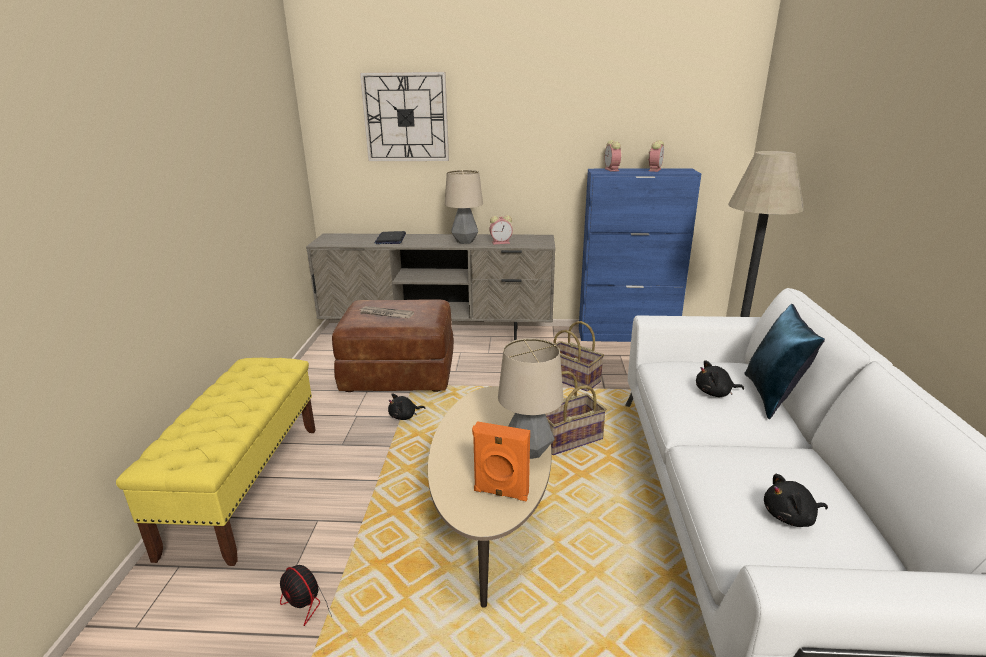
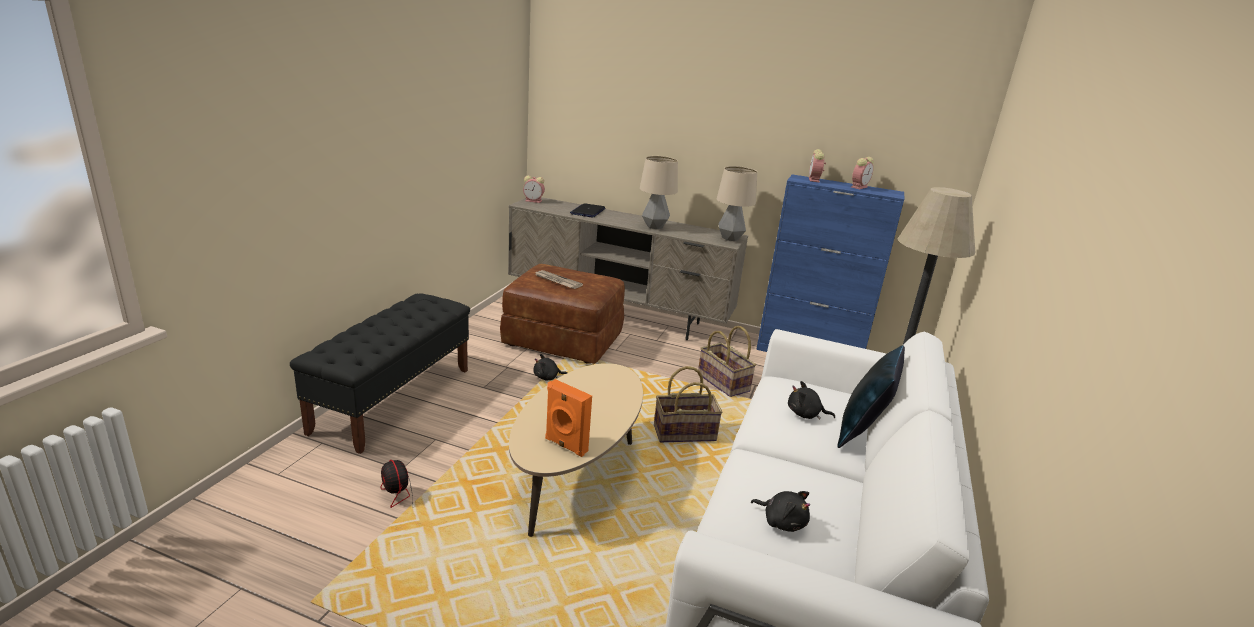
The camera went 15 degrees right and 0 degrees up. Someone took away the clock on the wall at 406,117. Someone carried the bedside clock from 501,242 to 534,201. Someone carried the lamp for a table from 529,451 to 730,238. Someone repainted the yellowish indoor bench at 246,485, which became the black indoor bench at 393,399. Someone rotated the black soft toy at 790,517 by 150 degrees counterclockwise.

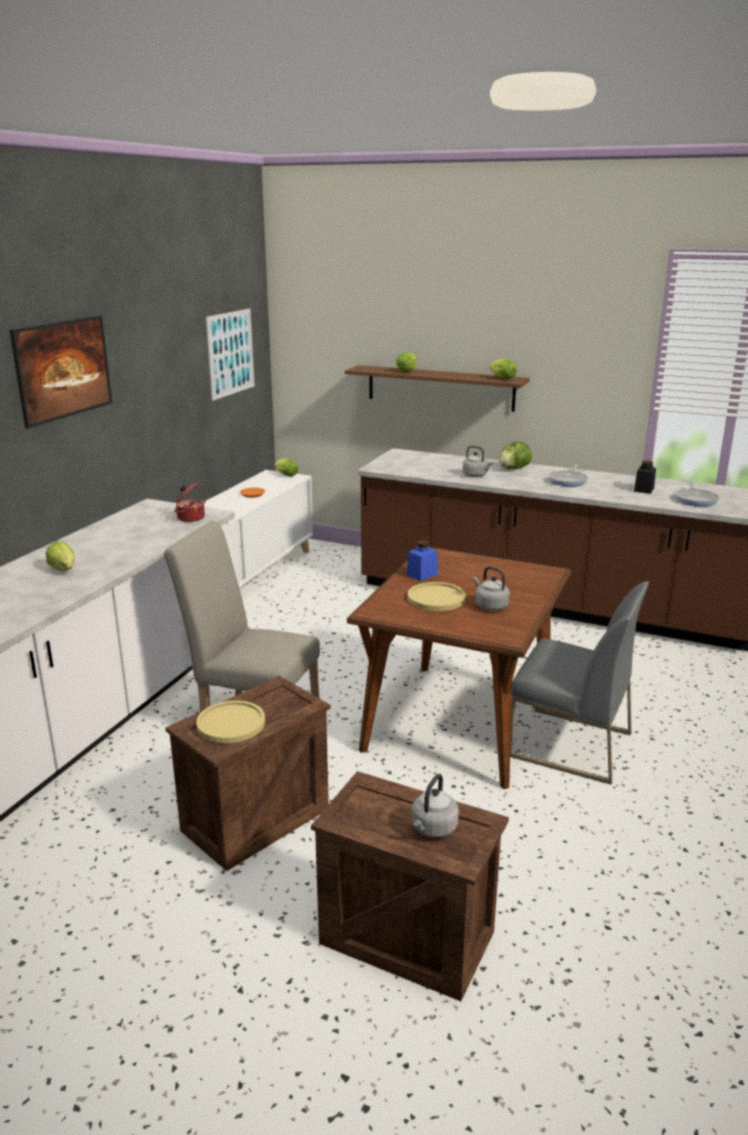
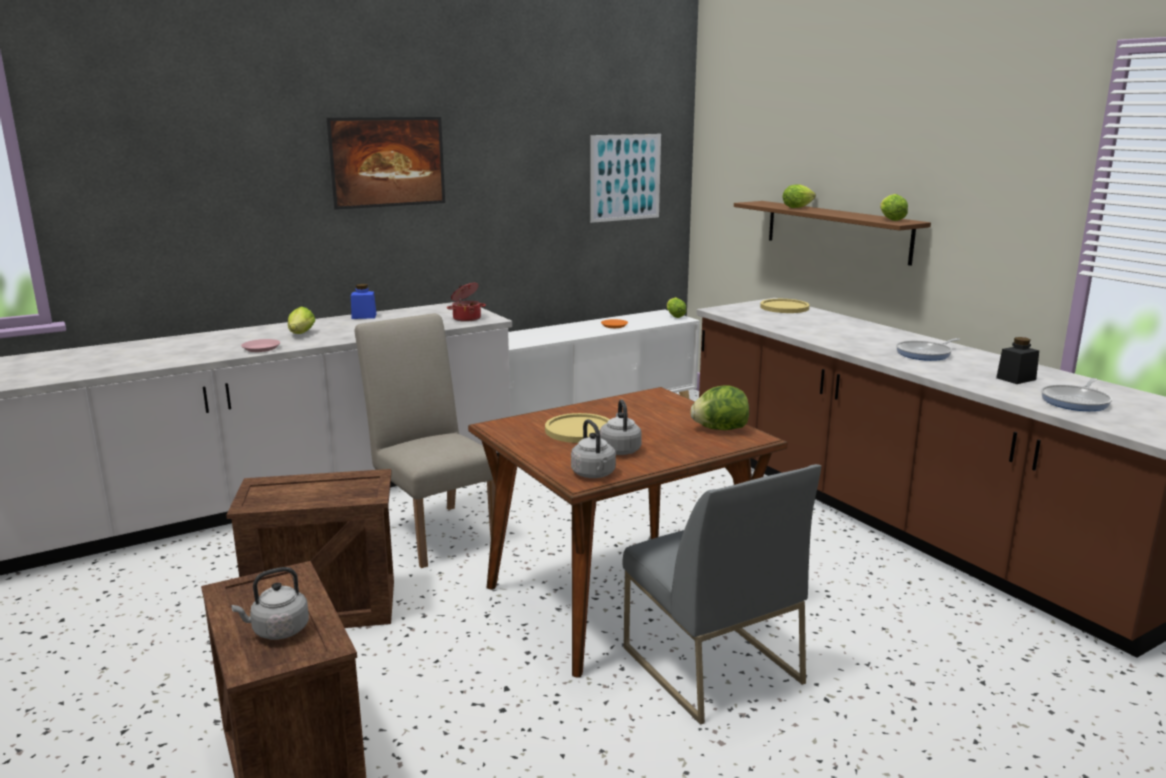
The camera went 35 degrees right and 5 degrees down. Someone put down the pink dinner plate at 261,348. Someone carried the yellowish dinner plate from 231,723 to 784,307. Someone carried the blue jar from 422,574 to 364,316. Someone carried the greyish tea kettle from 476,475 to 594,474. Someone carried the lettuce head from 513,469 to 720,429.

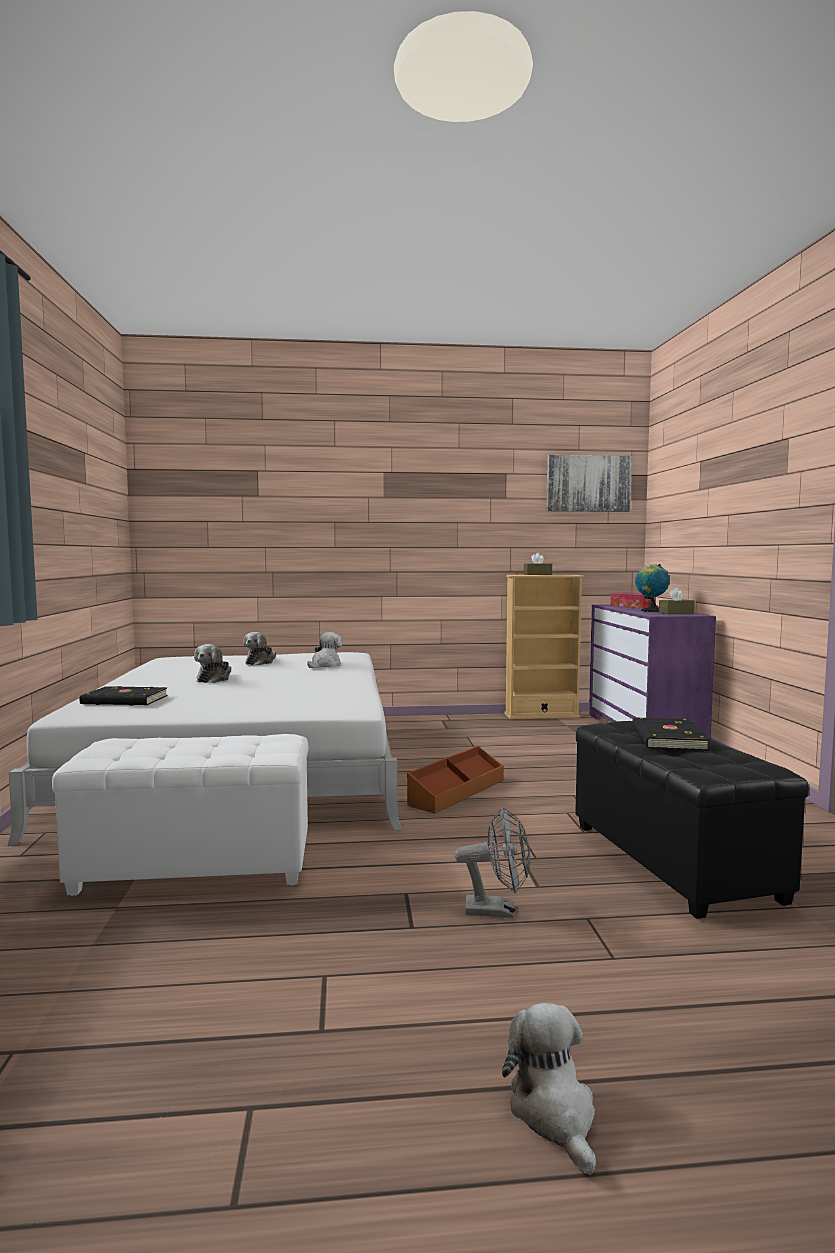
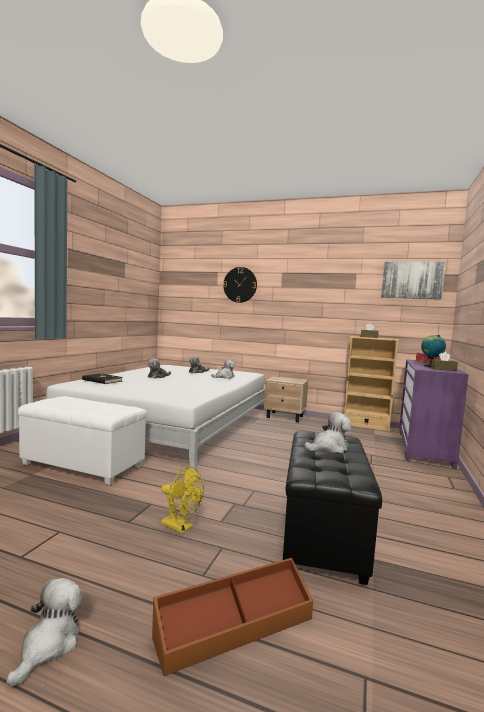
The camera went 25 degrees right and 0 degrees up. Someone put up the clock on the wall at 240,285. Someone put down the beige nightstand at 285,417. Someone carried the brown-coloured storage bin from 456,791 to 234,626. Someone swapped the black volume at 666,738 for the soft toy at 329,447. Someone repainted the greyish cooling fan at 498,910, which became the yellowish cooling fan at 181,527.

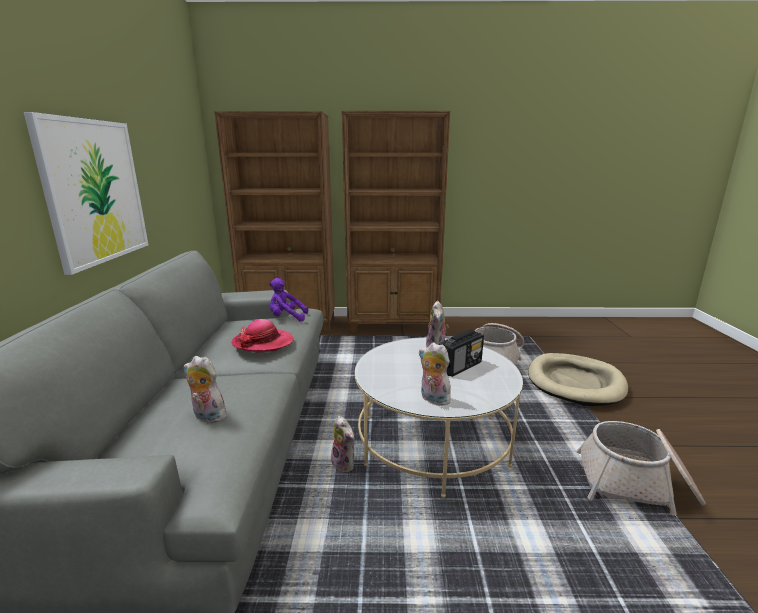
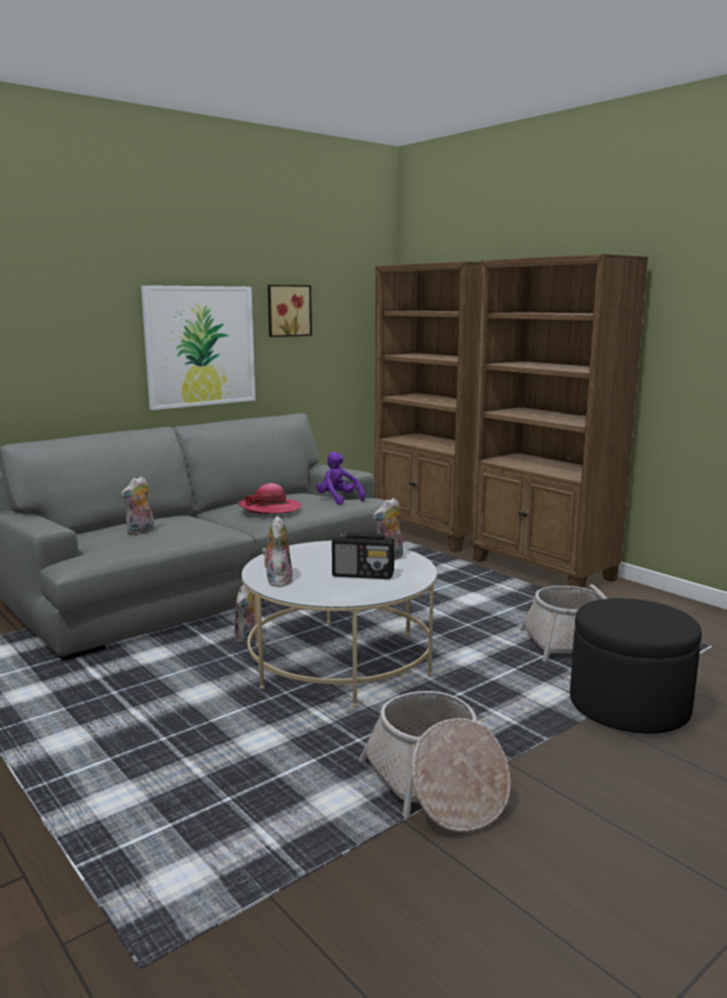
The camera went 50 degrees right and 5 degrees down. Someone put up the picture at 288,310. Someone swapped the beige dog cushion at 575,382 for the black ottoman at 629,706. Someone rotated the soft toy at 207,417 by 120 degrees counterclockwise.

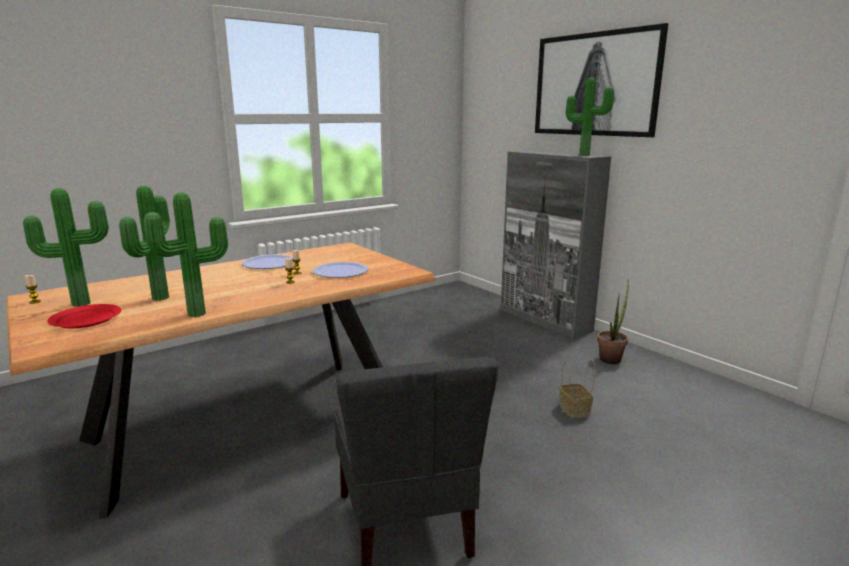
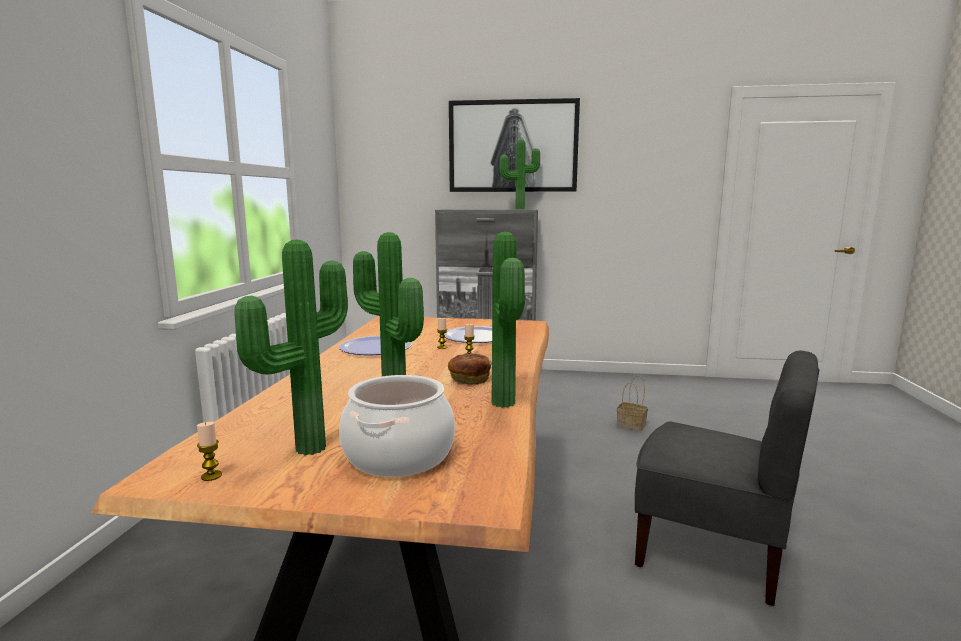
The camera went 45 degrees left and 5 degrees down. Someone took away the potted plant at 611,358. Someone put down the bakery bread at 469,379. Someone swapped the red-coloured dinner plate at 85,319 for the cooking pot at 399,456.

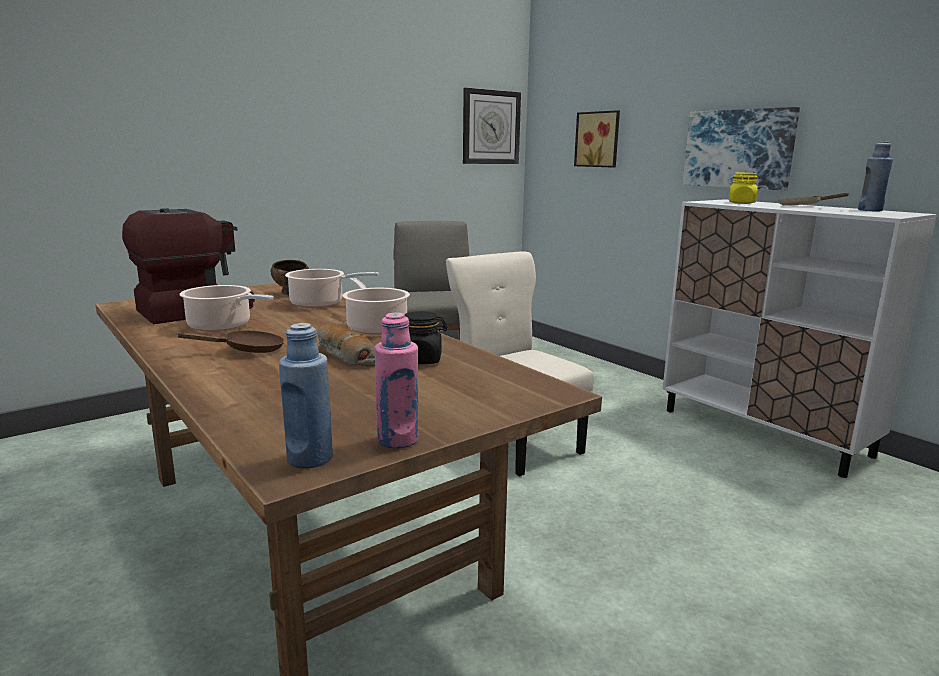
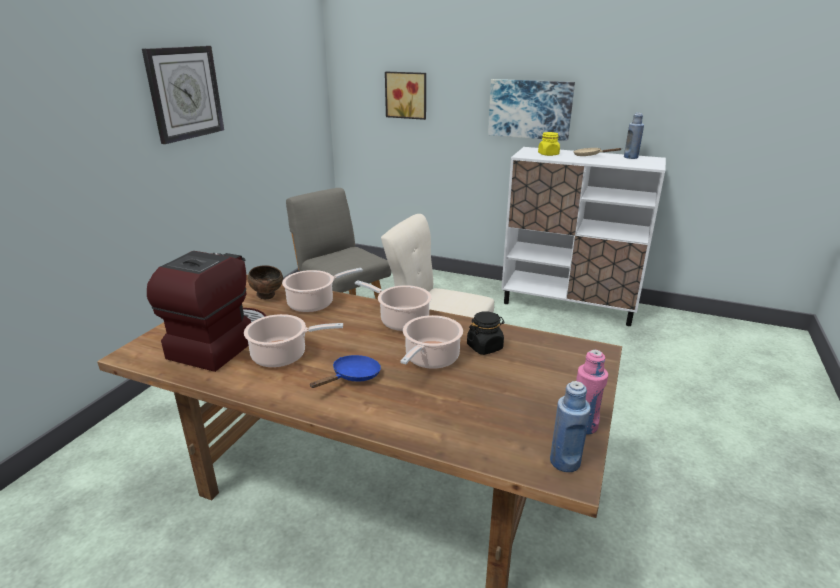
The camera went 30 degrees left and 10 degrees up. Someone carried the clock on the wall from 491,127 to 184,93. Someone swapped the bakery bread at 344,355 for the cooking pot at 430,359. Someone repainted the brown-coloured frying pan at 247,350, which became the blue frying pan at 353,377.

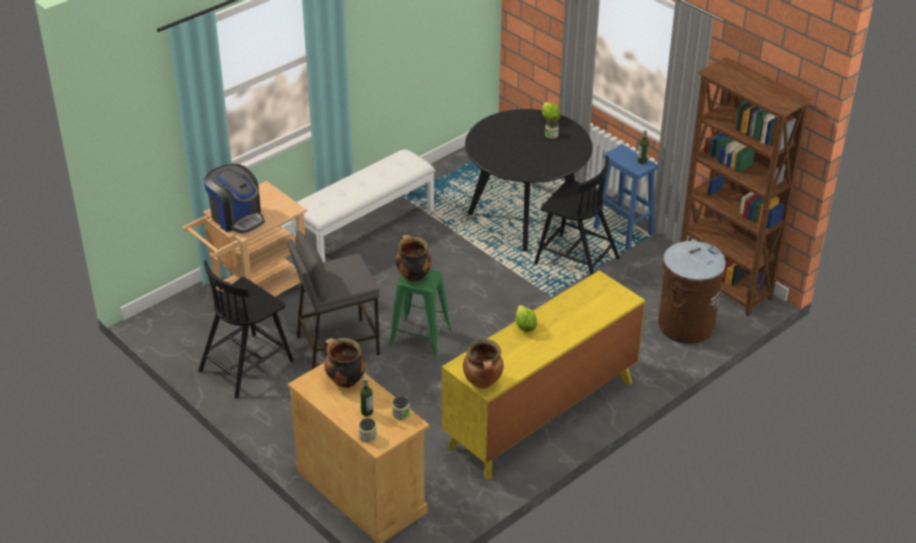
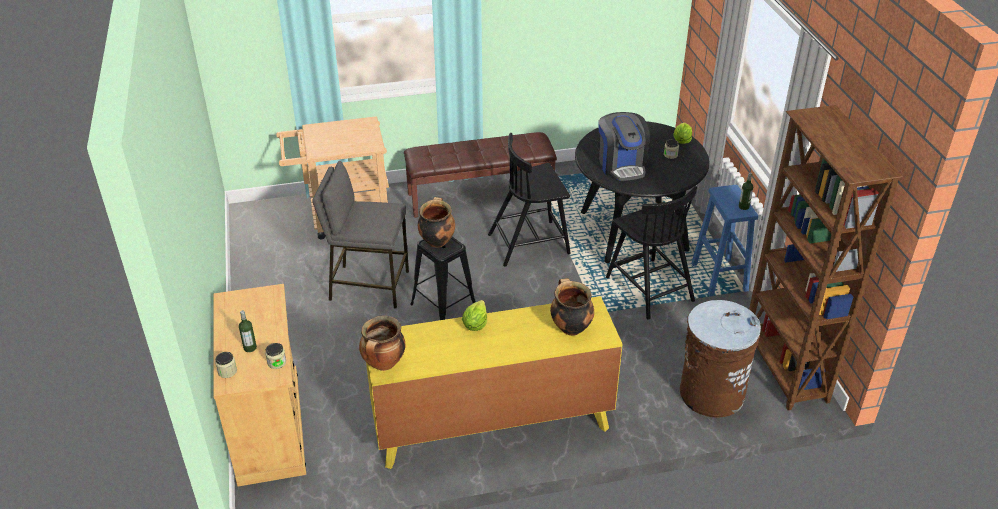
The camera went 30 degrees right and 0 degrees up. Someone carried the black plain chair from 247,364 to 530,243. Someone carried the coffee maker from 236,217 to 621,165. Someone carried the cooking pot from 344,381 to 570,327. Someone repainted the whitish indoor bench at 365,229, which became the brown-coloured indoor bench at 480,195. Someone repainted the green-coloured sitting stool at 420,338, which became the black sitting stool at 443,307.

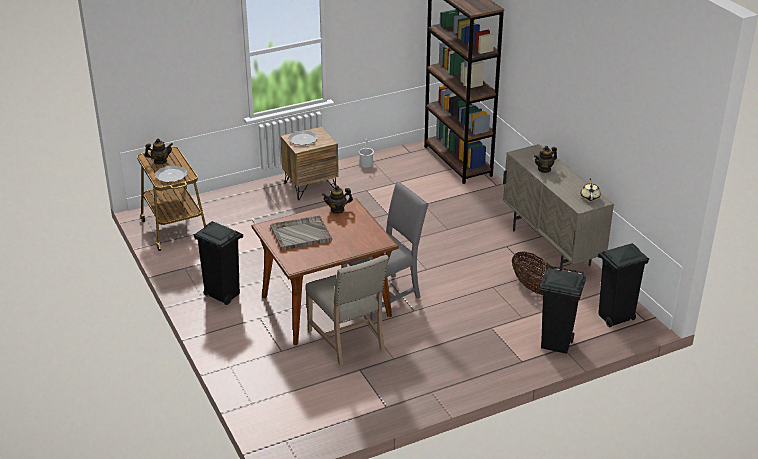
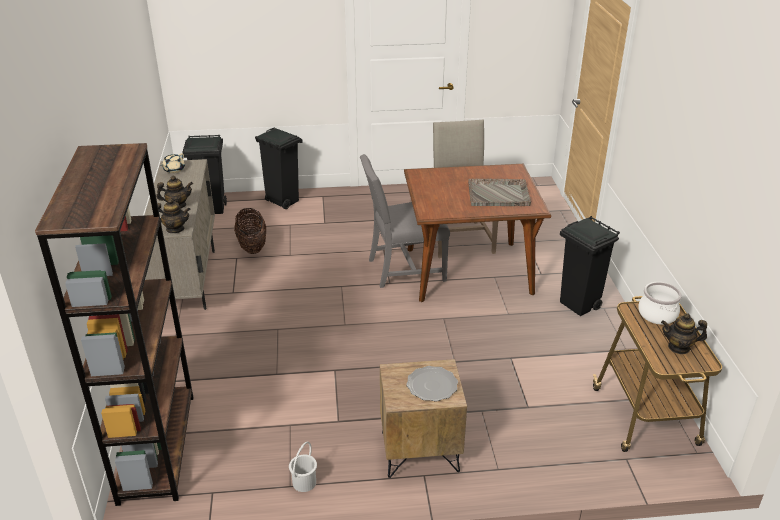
The camera went 160 degrees left and 0 degrees up. Someone carried the pot for tea from 337,209 to 175,229. Someone swapped the dinner plate at 171,175 for the cooking pot at 657,314.

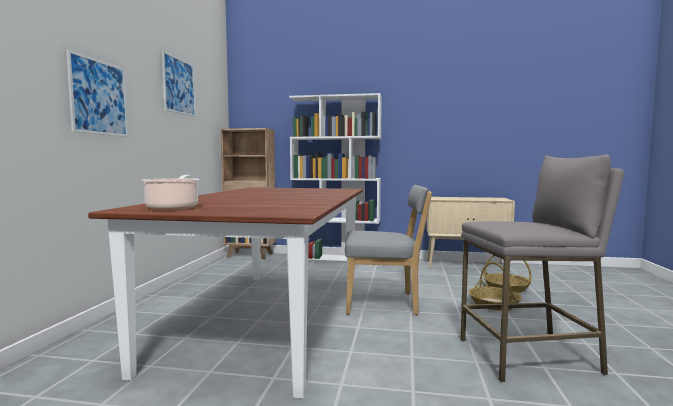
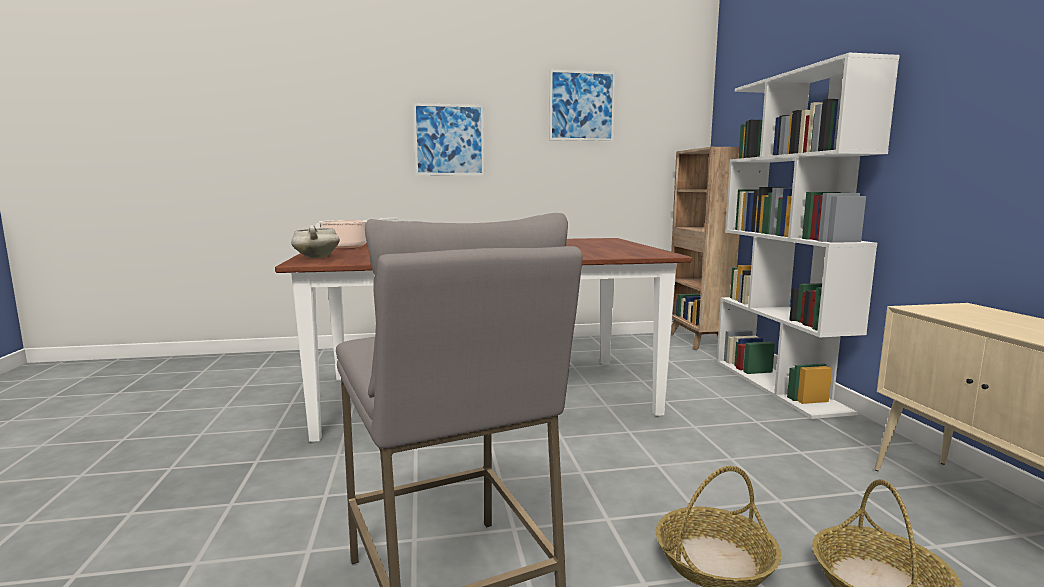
The camera went 70 degrees right and 5 degrees up. Someone took away the greyish plain chair at 384,303. Someone put down the whitish cooking pot at 316,257.

